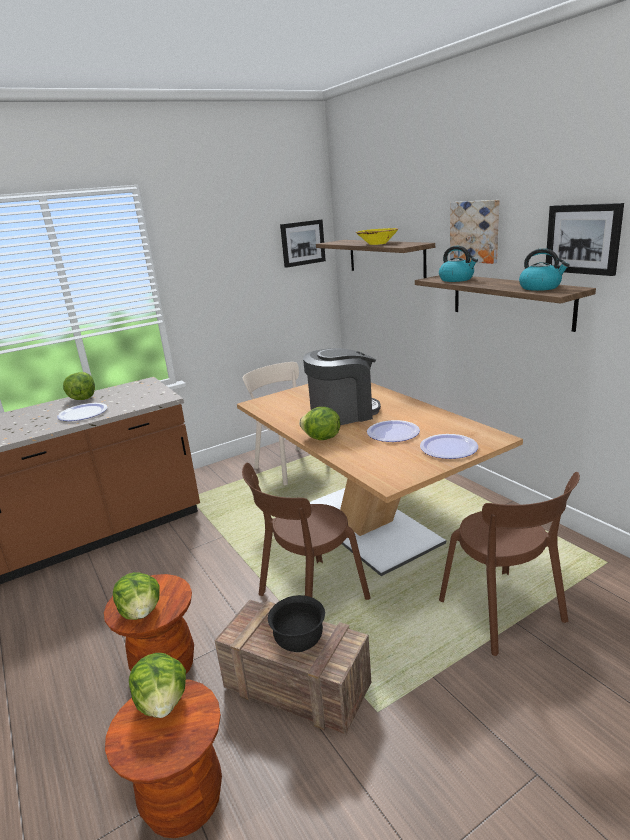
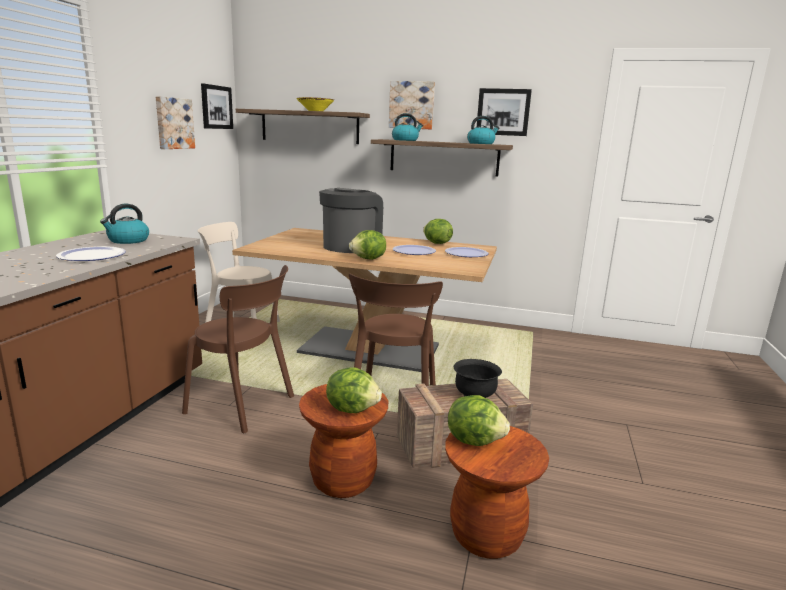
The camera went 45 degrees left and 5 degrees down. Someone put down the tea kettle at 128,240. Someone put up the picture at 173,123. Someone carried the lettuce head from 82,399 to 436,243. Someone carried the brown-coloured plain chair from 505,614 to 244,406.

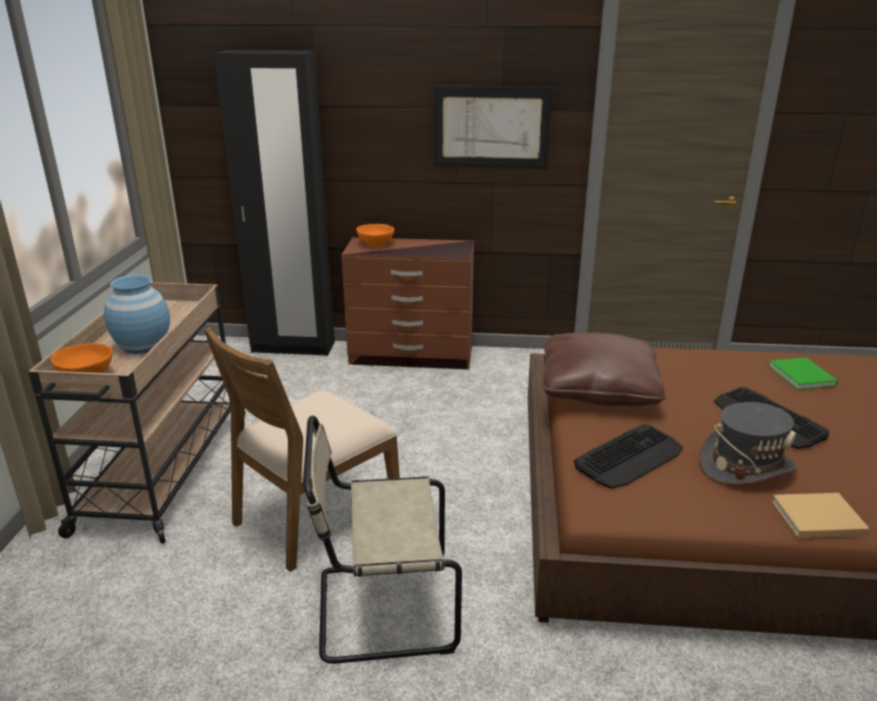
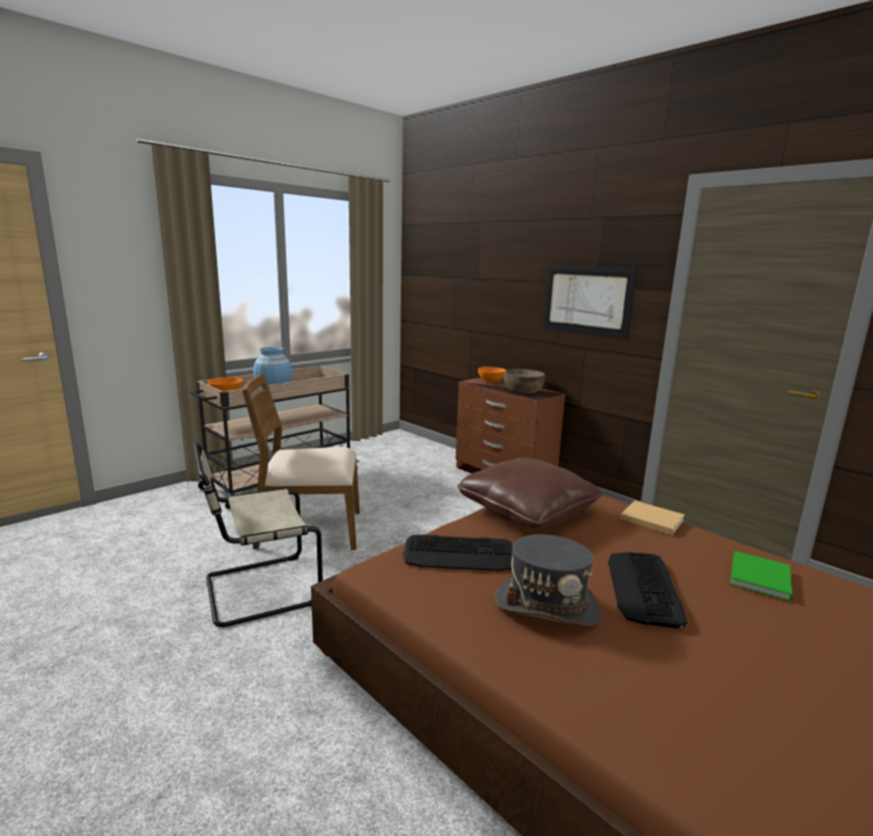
The camera went 40 degrees right and 10 degrees down. Someone took away the black wardrobe at 293,347. Someone put down the brown-coloured deep dish at 523,390. Someone carried the beige volume from 815,518 to 650,519. Someone rotated the beige plain chair at 379,610 by 60 degrees counterclockwise.

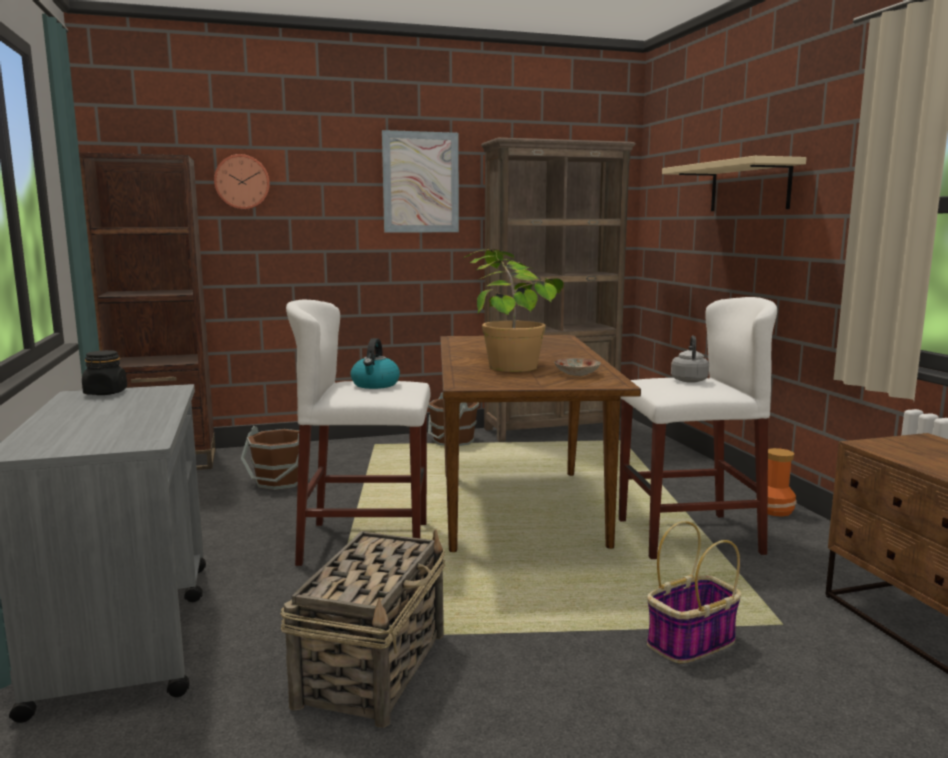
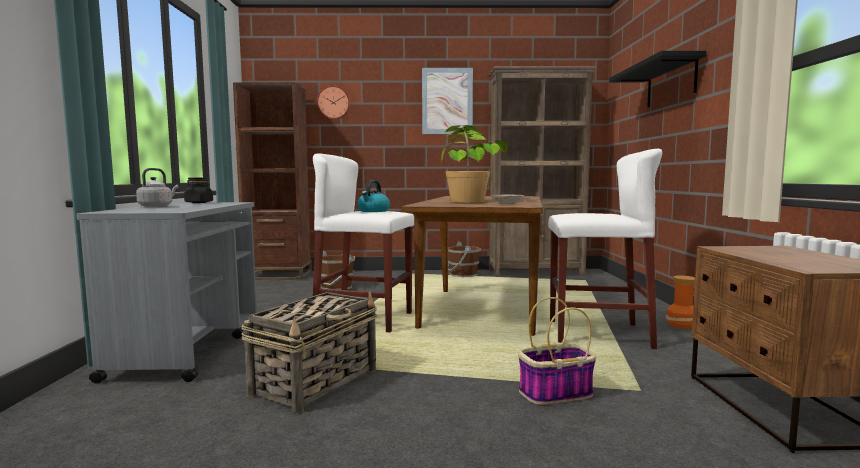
The camera went 15 degrees right and 5 degrees down. Someone carried the greyish tea kettle from 689,380 to 157,206. Someone repainted the beige shelf at 749,187, which became the black shelf at 671,83.

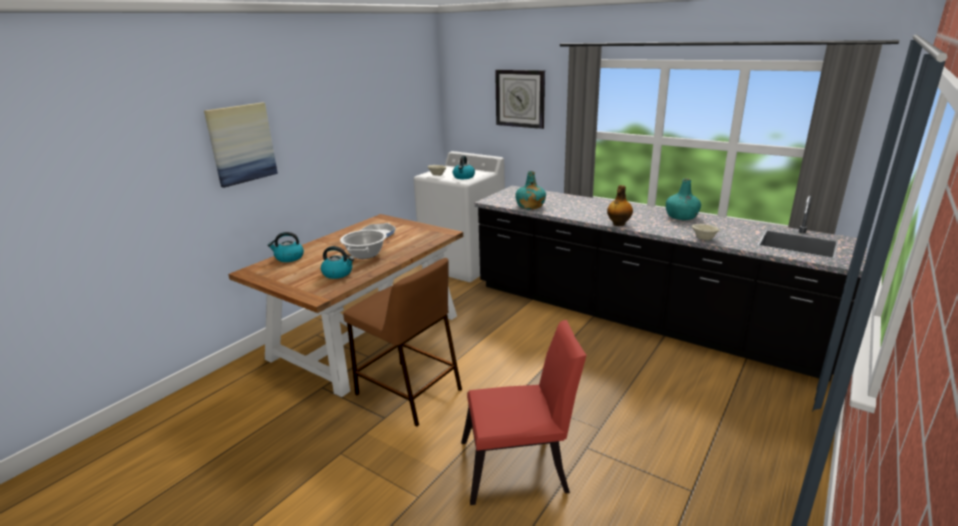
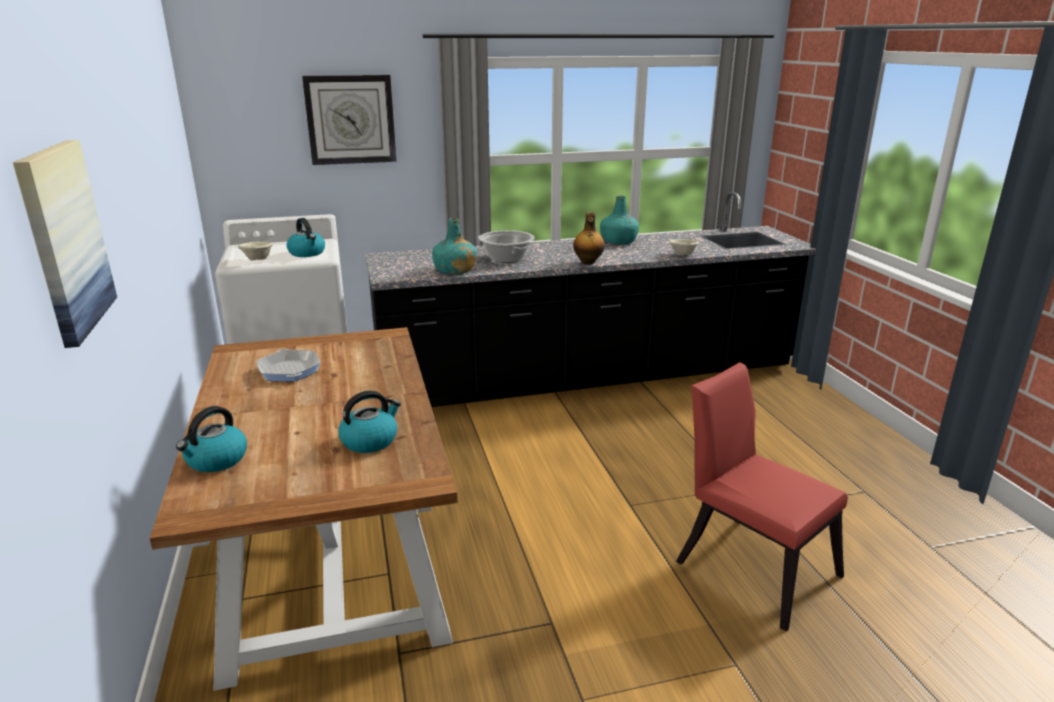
The camera went 50 degrees left and 0 degrees up. Someone took away the brown-coloured sitting stool at 407,391. Someone carried the cooking pot from 365,254 to 507,258. Someone rotated the red-coloured plain chair at 520,466 by 75 degrees counterclockwise.

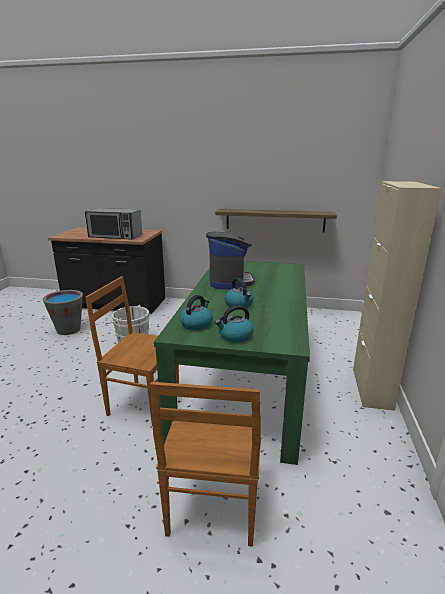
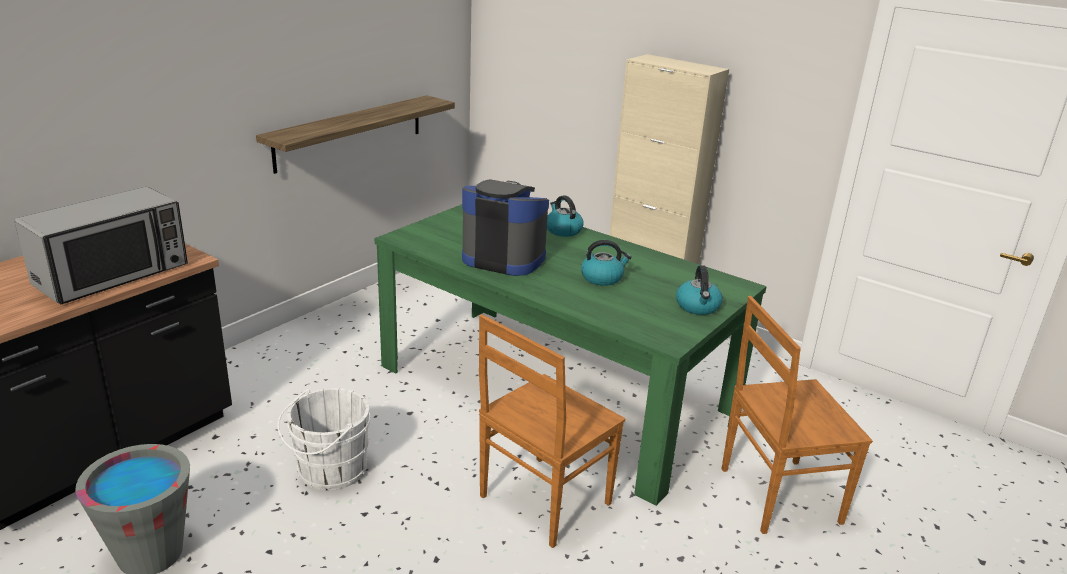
The camera went 65 degrees left and 5 degrees up. Someone carried the tea kettle from 196,324 to 563,230. Someone rotated the brown-coloured plain chair at 213,509 by 135 degrees clockwise.

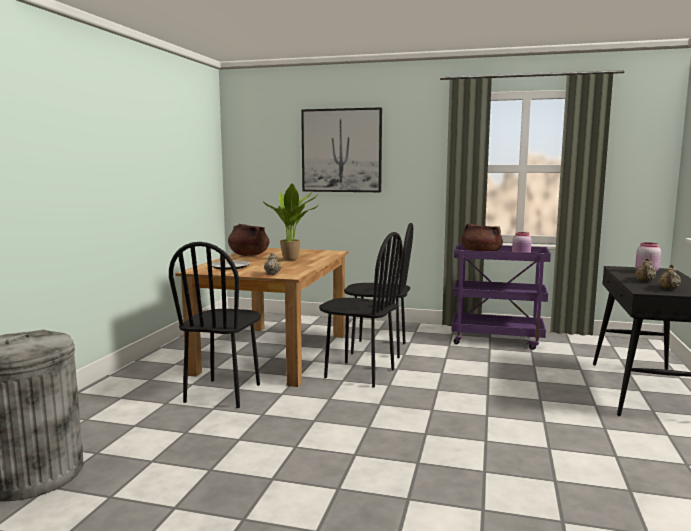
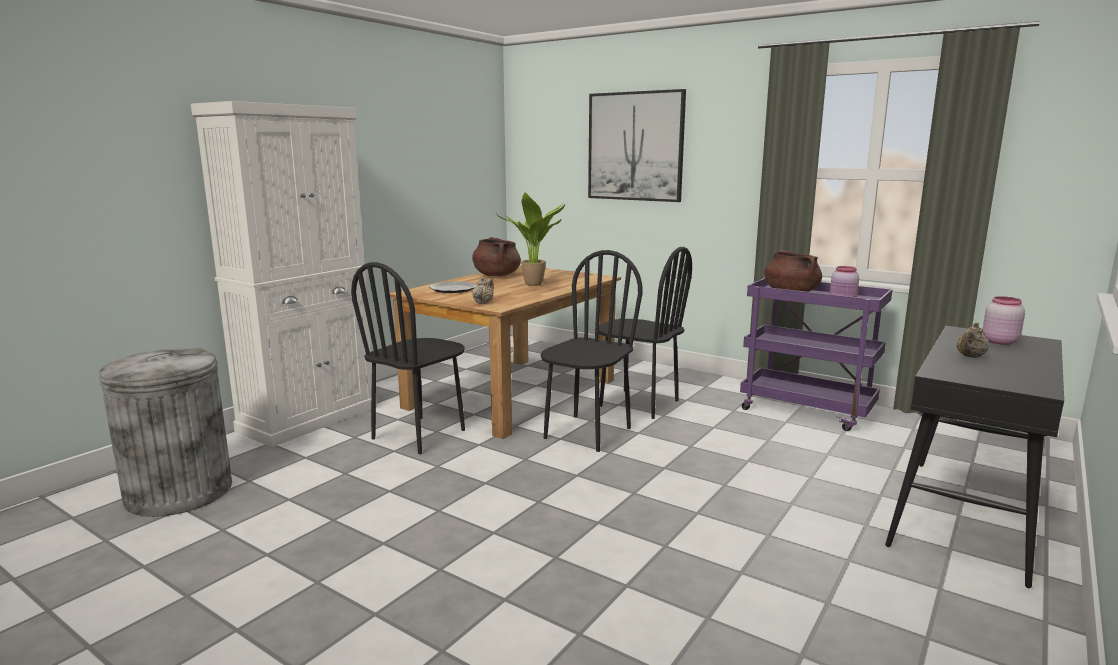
The camera went 20 degrees right and 5 degrees up. Someone took away the beige pot for tea at 668,289. Someone put down the whitish cabinet at 309,418. Someone rotated the black plain chair at 359,374 by 105 degrees counterclockwise.

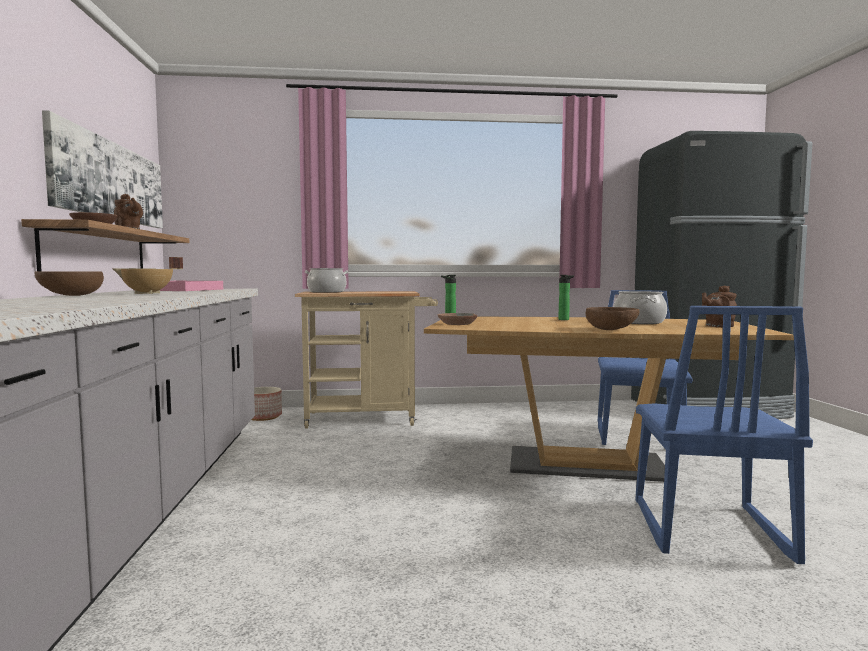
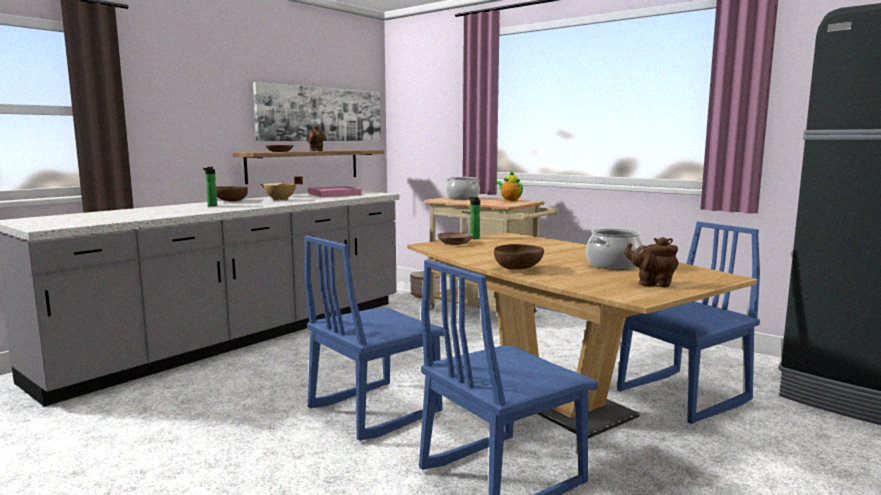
The camera went 45 degrees right and 5 degrees up. Someone put down the blue plain chair at 374,410. Someone put down the pot for tea at 510,200. Someone carried the bottle from 565,319 to 211,206.

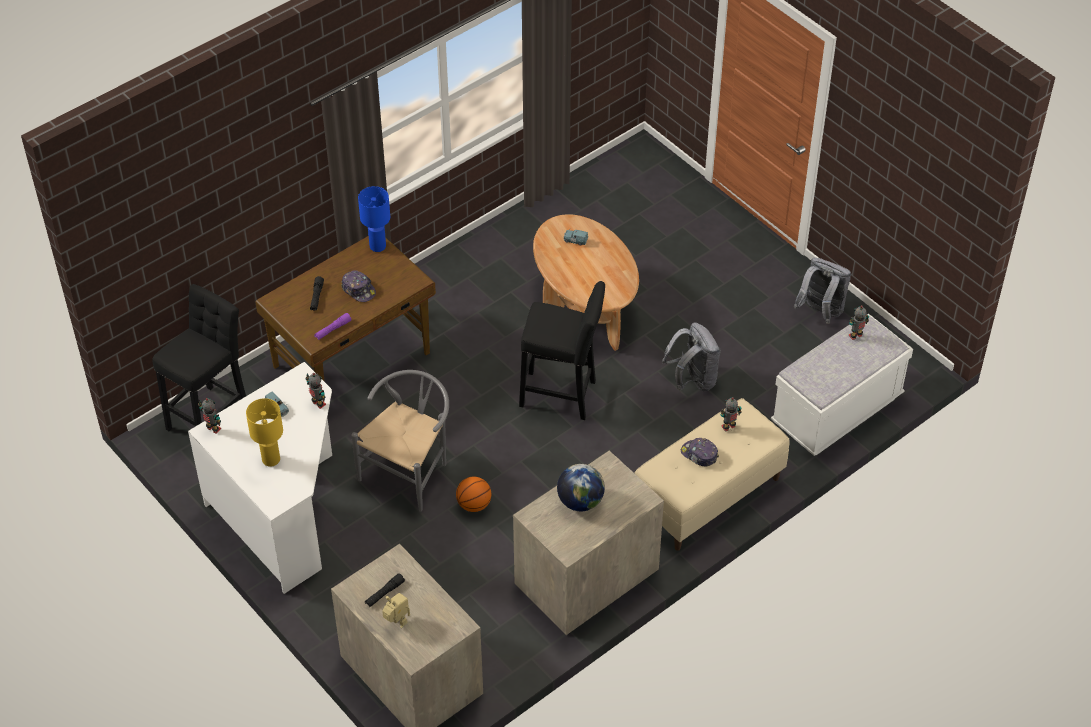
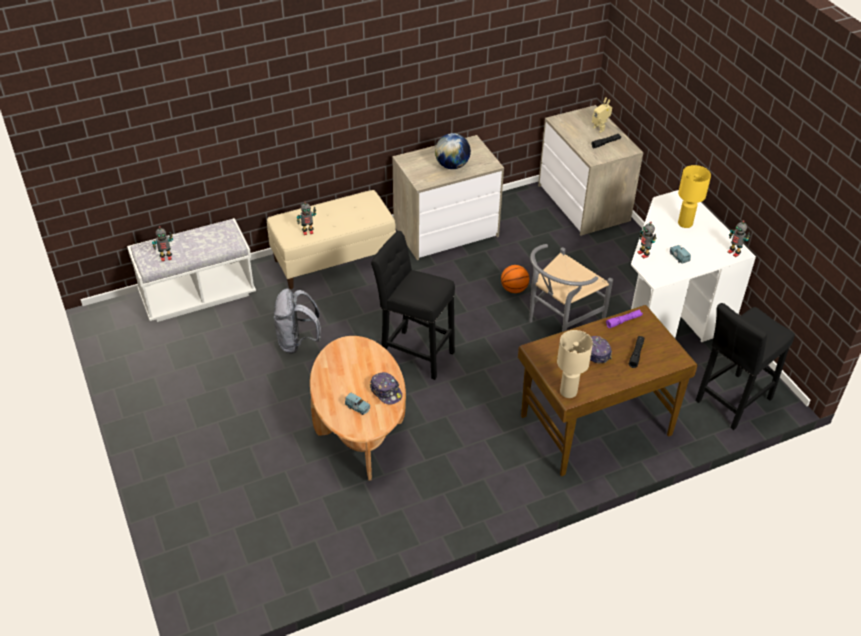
The camera went 165 degrees left and 5 degrees down. Someone took away the greyish backpack at 820,312. Someone carried the baseball cap from 699,455 to 386,391. Someone repainted the blue lamp for a table at 378,246, which became the beige lamp for a table at 568,391.

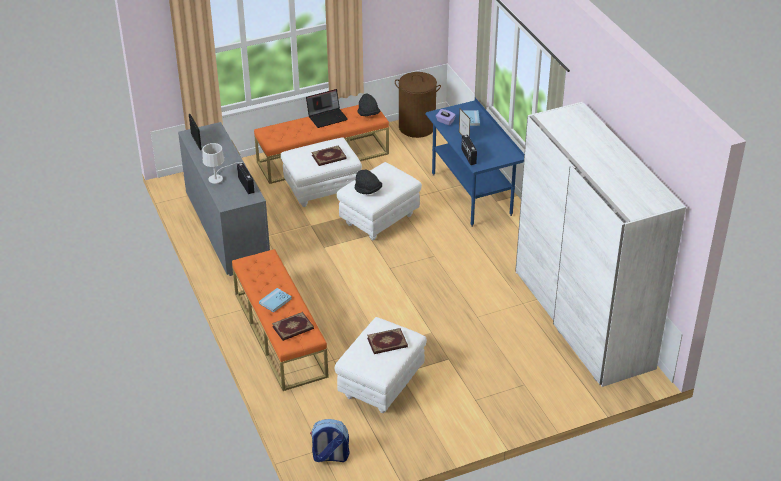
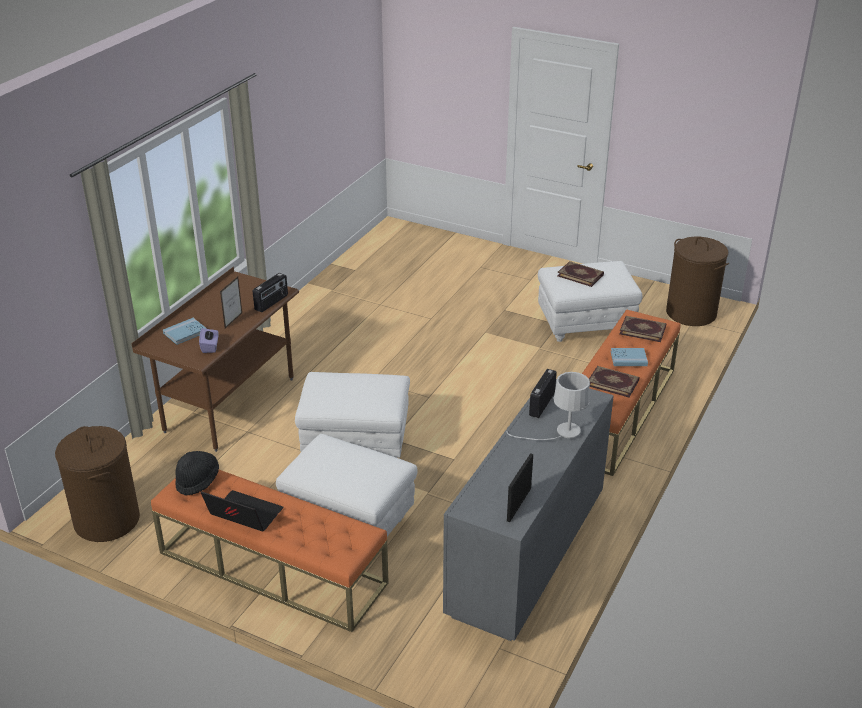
The camera went 130 degrees left and 5 degrees down. Someone took away the black hat at 368,190. Someone took away the whitish wardrobe at 582,319. Someone carried the volume from 329,157 to 613,383. Someone swapped the backpack at 330,457 for the brown-coloured hamper at 691,313. Someone repainted the blue desk table at 471,194, which became the brown-coloured desk table at 229,405.

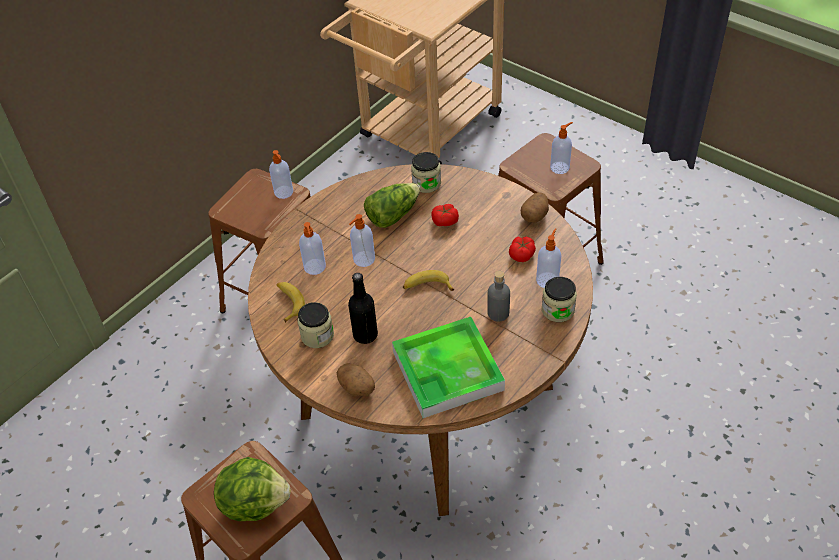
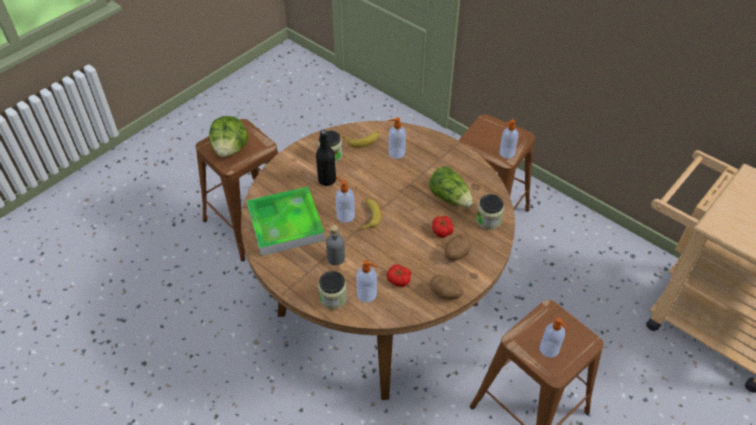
The camera went 90 degrees right and 0 degrees up. Someone carried the spud from 357,388 to 456,254. Someone carried the soap dispenser from 363,259 to 345,215.

